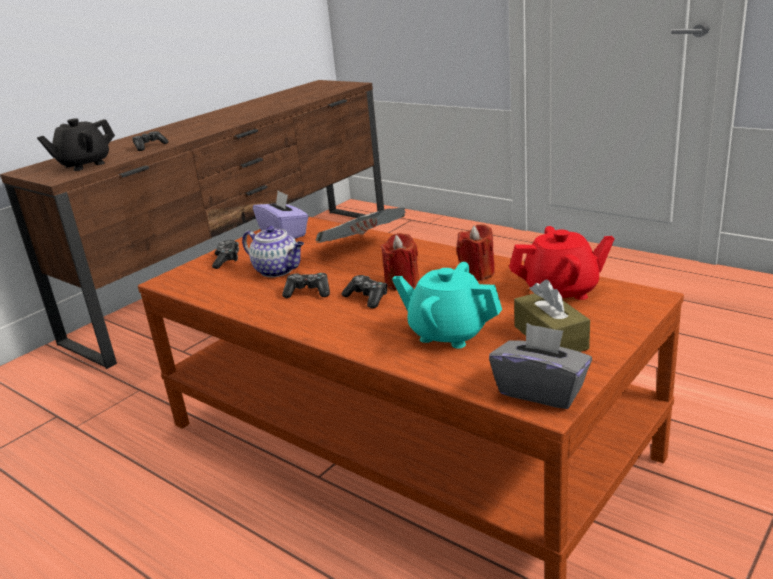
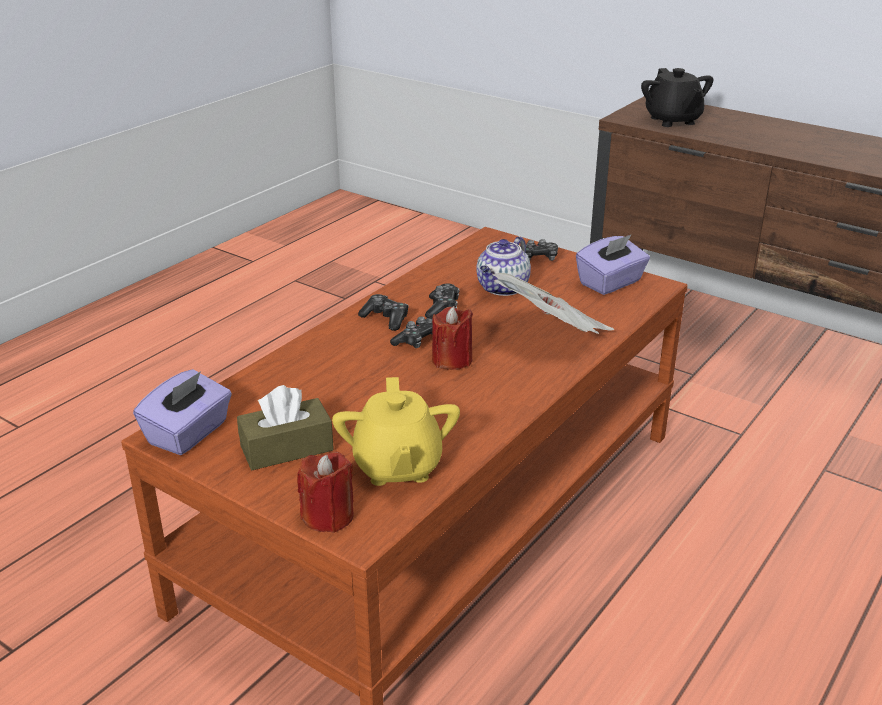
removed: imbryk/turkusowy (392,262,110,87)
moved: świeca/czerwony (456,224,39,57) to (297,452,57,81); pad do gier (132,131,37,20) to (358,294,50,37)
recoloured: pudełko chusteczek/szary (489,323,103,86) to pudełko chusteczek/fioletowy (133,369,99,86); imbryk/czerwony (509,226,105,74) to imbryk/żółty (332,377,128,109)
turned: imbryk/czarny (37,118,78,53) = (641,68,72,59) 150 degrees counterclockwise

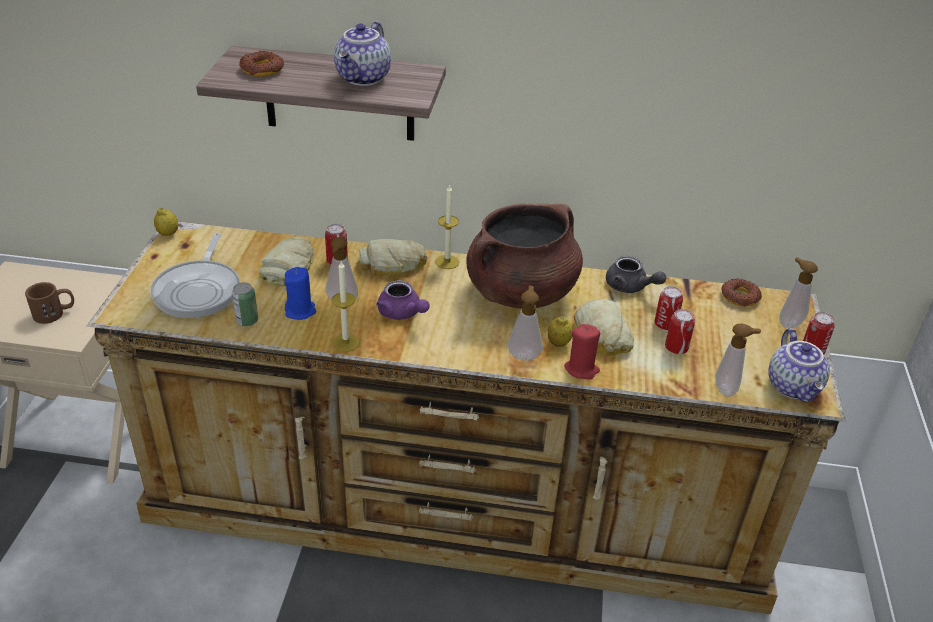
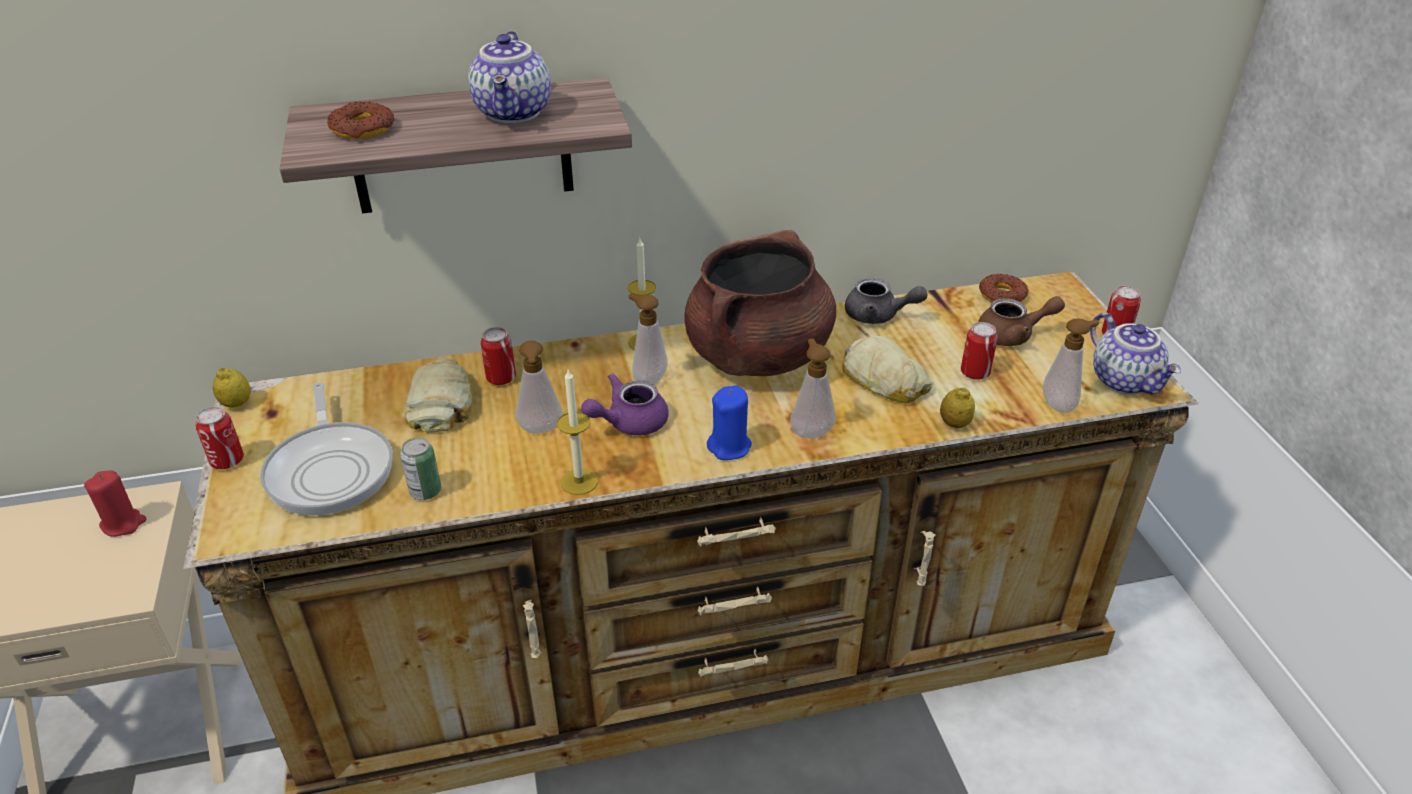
removed: kubek/brązowy (25,282,49,42); chleb (359,239,68,37)
added: imbryk/brązowy (978,296,87,50)
moved: świeca/czerwony (564,324,36,56) to (84,471,62,66); puszka (654,286,29,44) to (195,407,49,62); dozownik mydła (779,257,39,71) to (628,293,40,92); świeca/niebieski (284,267,32,53) to (707,385,45,75); cytryna (547,316,26,31) to (940,388,35,40)
turned: imbryk/fioletowy (376,280,54,40) = (581,373,88,62) 120 degrees clockwise

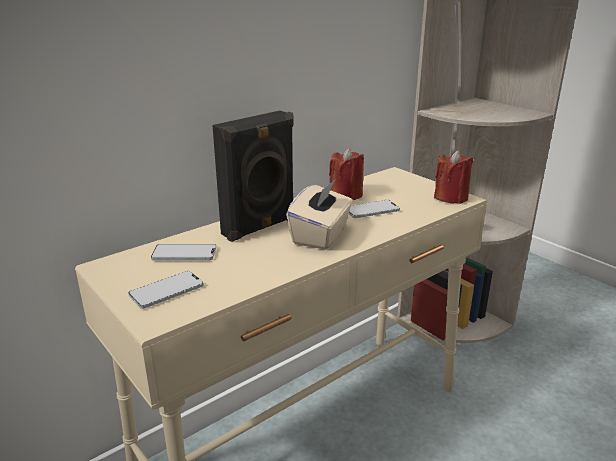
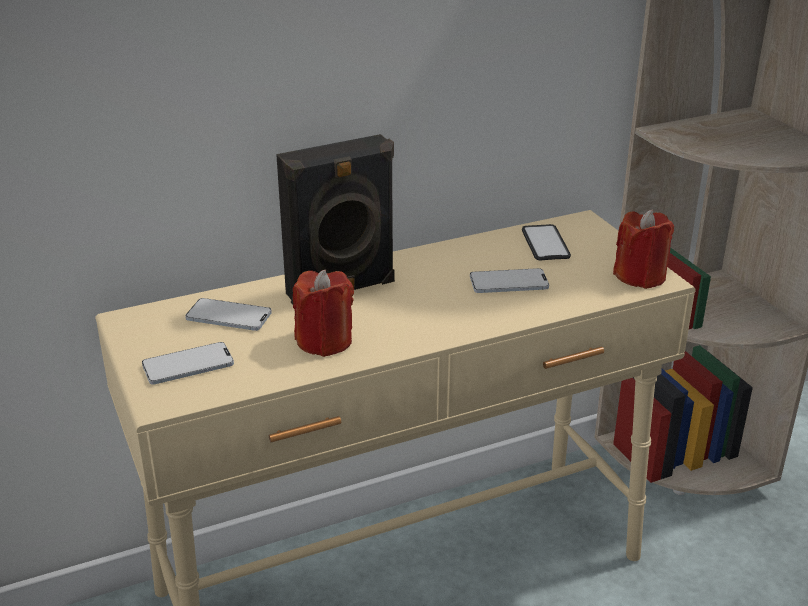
removed: pudełko chusteczek/beżowy (286,180,67,70)
added: telefon (522,224,49,36)
moved: świeca/czerwony (329,148,35,52) to (293,270,61,87)

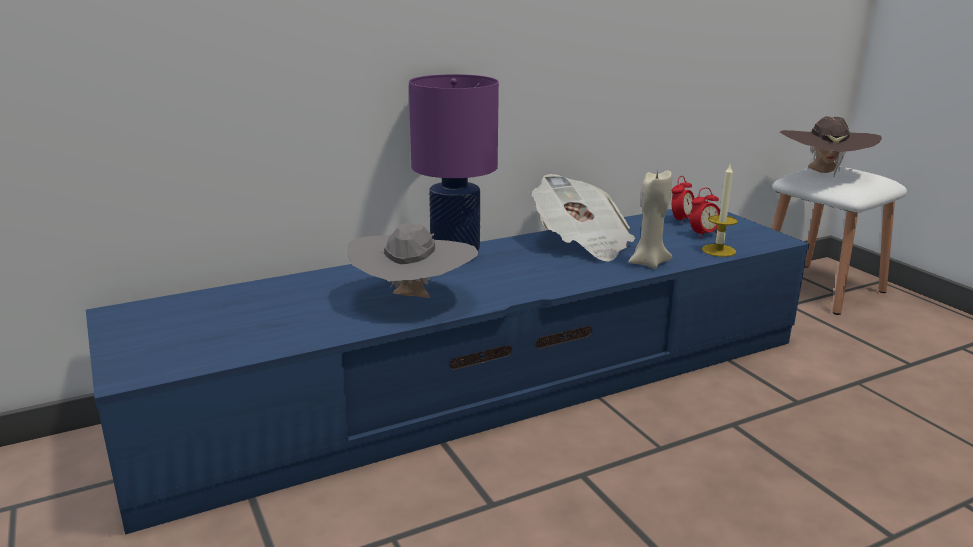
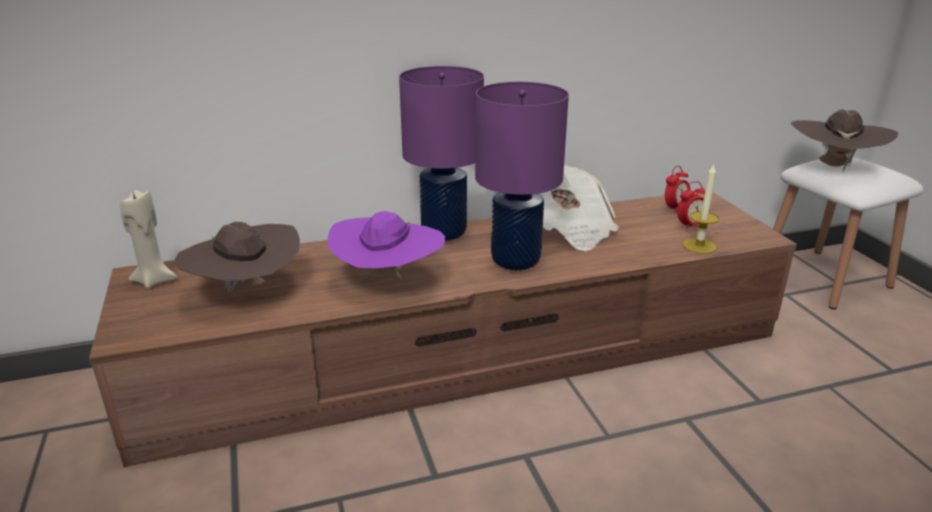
added: kapelusz/brązowy (175,222,125,73); lampa stołowa/fioletowy (475,82,94,189)
moved: świeca/beżowy (628,170,44,99) to (120,189,57,100)
recoloured: szafka pod telewizor/niebieski (86,208,723,327) to szafka pod telewizor/brązowy (89,192,708,275); kapelusz/szary (347,223,131,75) to kapelusz/fioletowy (328,211,117,70)

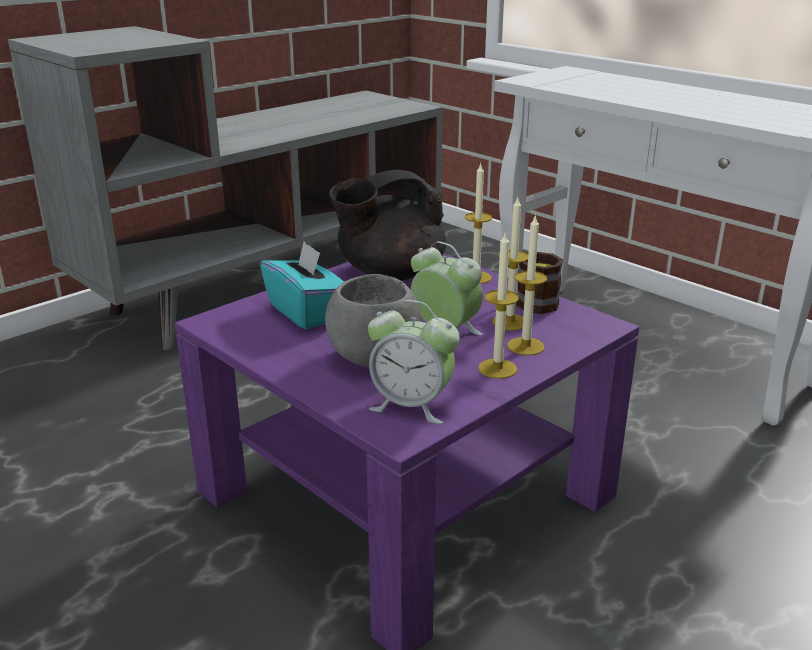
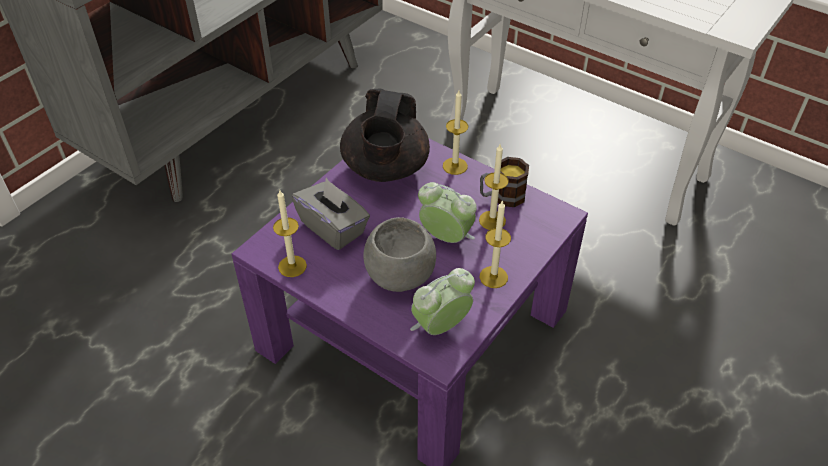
moved: świeca (507,214,40,141) to (273,190,34,87)
recoloured: pudełko chusteczek/turkusowy (260,242,84,87) to pudełko chusteczek/szary (292,178,78,72)
turned: imbryk/czarny (329,170,117,111) = (340,88,90,94) 45 degrees counterclockwise; budzik (368,300,92,124) = (410,268,65,67) 135 degrees clockwise

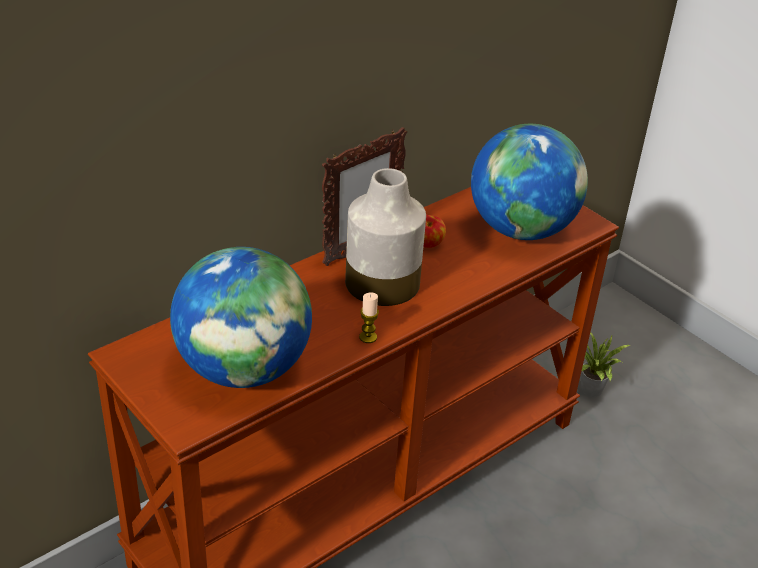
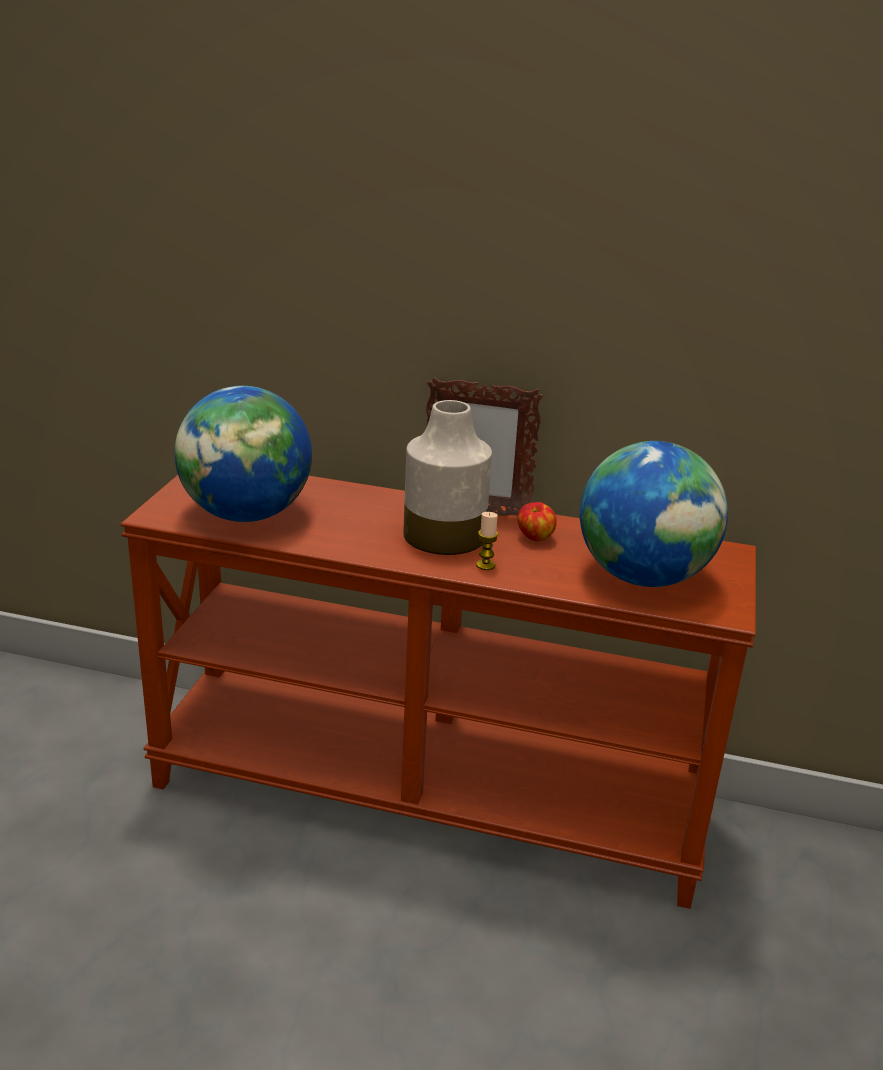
removed: roślina doniczkowa (581,332,49,65)
moved: świeca (359,292,20,51) to (476,512,22,58)

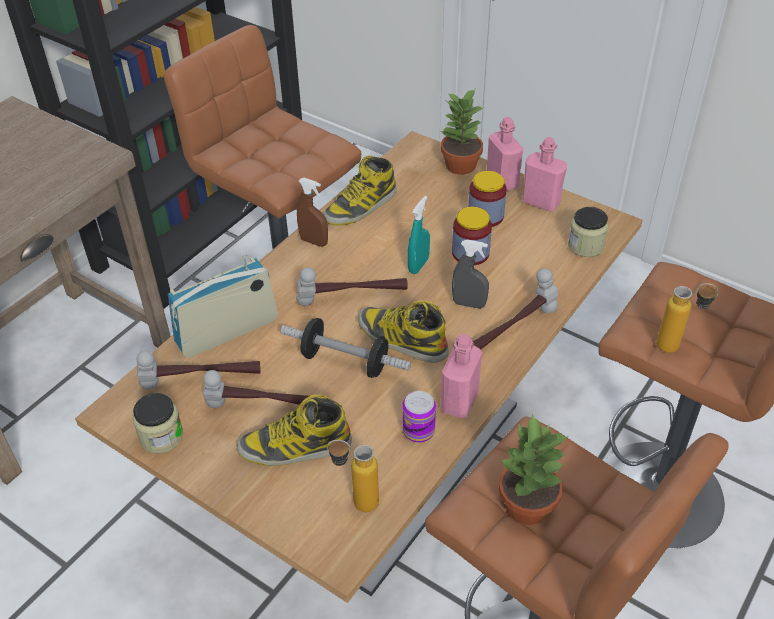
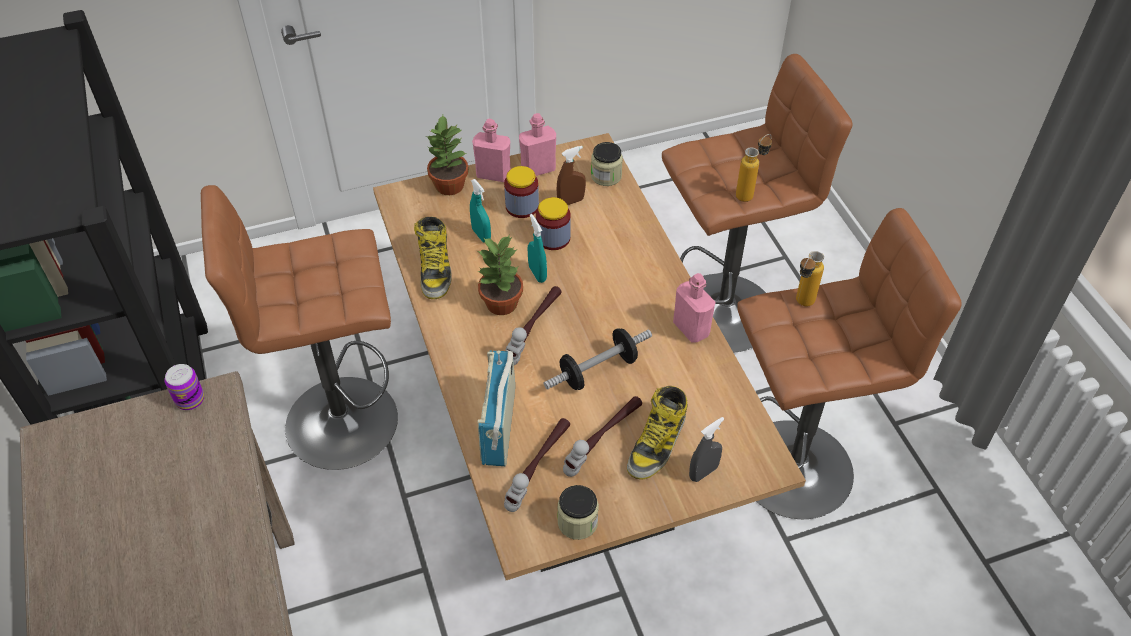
removed: but z cholewką (358,300,91,63); młotek (473,268,85,82)
added: spryskiwacz/turkusowy (470,179,21,64)
moved: puszka (402,391,34,52) to (164,364,40,46); roślina doniczkowa (499,414,70,111) to (477,235,46,80); spryskiwacz/brązowy (297,178,31,69) to (557,146,29,59); spryskiwacz/szary (452,240,37,69) to (689,417,35,65); butelka (327,440,52,72) to (796,251,28,55)

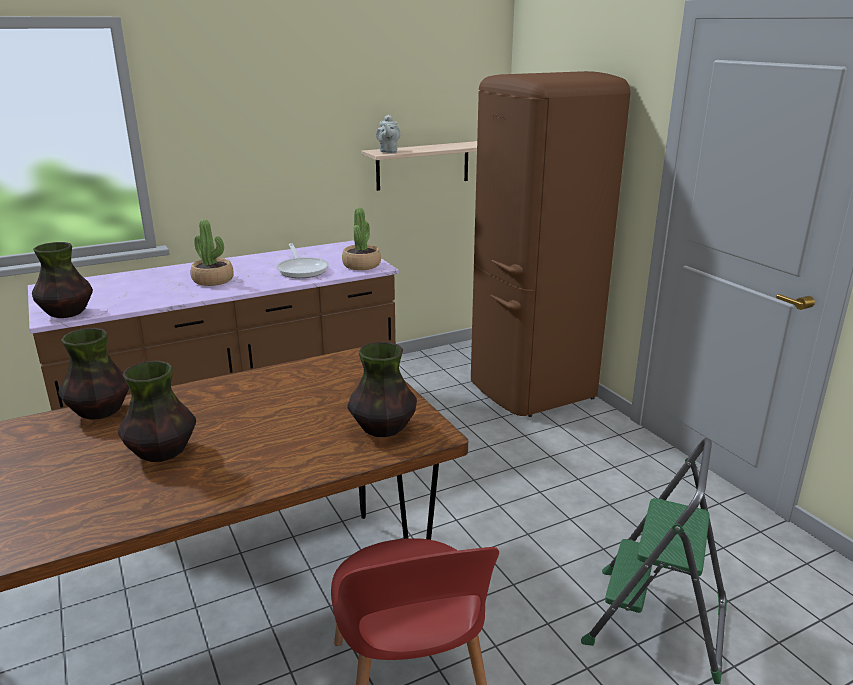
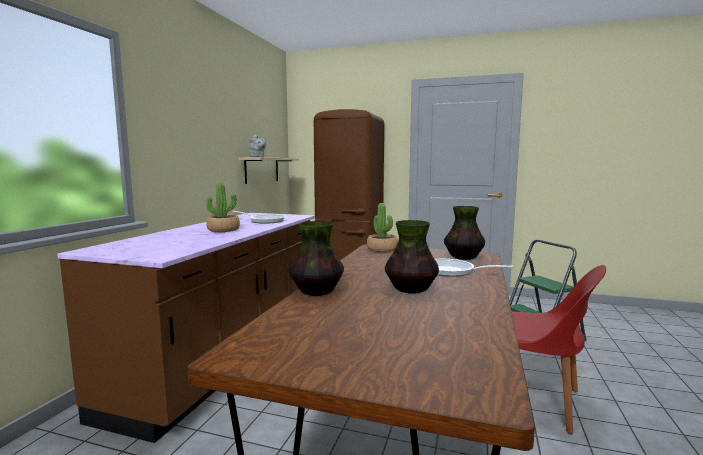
removed: wazon (32,242,61,76)
added: patelnia (435,259,78,18)
moved: roślina doniczkowa (342,207,39,63) to (367,203,31,49)

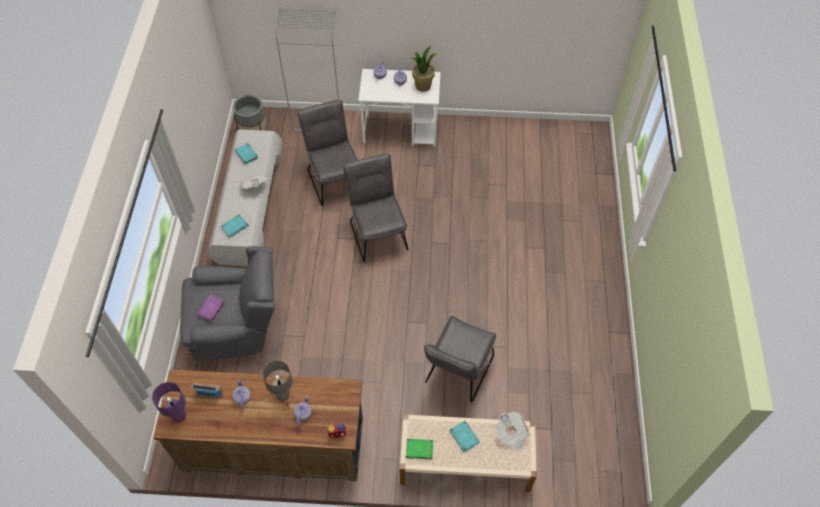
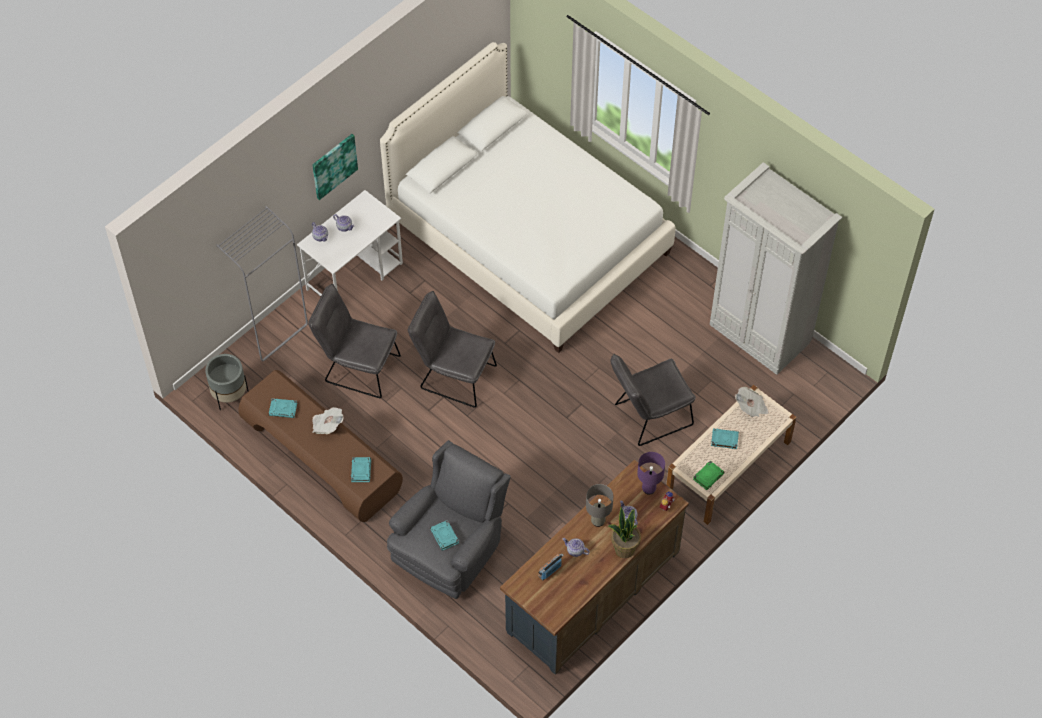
added: obraz (312,134,46,66); łóżko/biały (380,42,295,311); szafa/biały (710,162,132,212)
moved: roślina doniczkowa (411,46,26,46) to (608,506,33,52); lampa stołowa/fioletowy (152,382,34,40) to (637,452,28,42)
recoloured: ławka/szary (208,129,75,137) to ławka/brązowy (238,370,165,152); książka/fioletowy (197,295,28,27) to książka/turkusowy (430,520,29,31)
turned: krzesło/szary (424,316,73,87) = (610,354,86,92) 90 degrees clockwise

